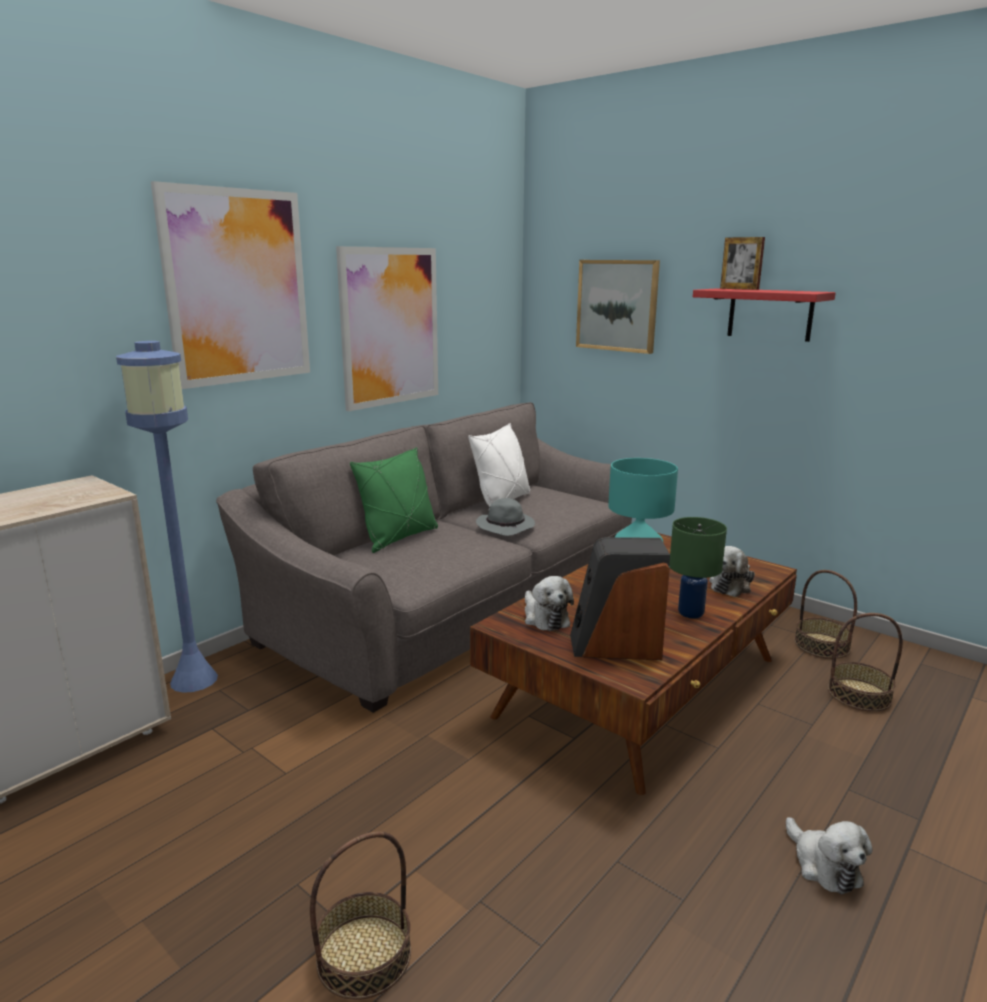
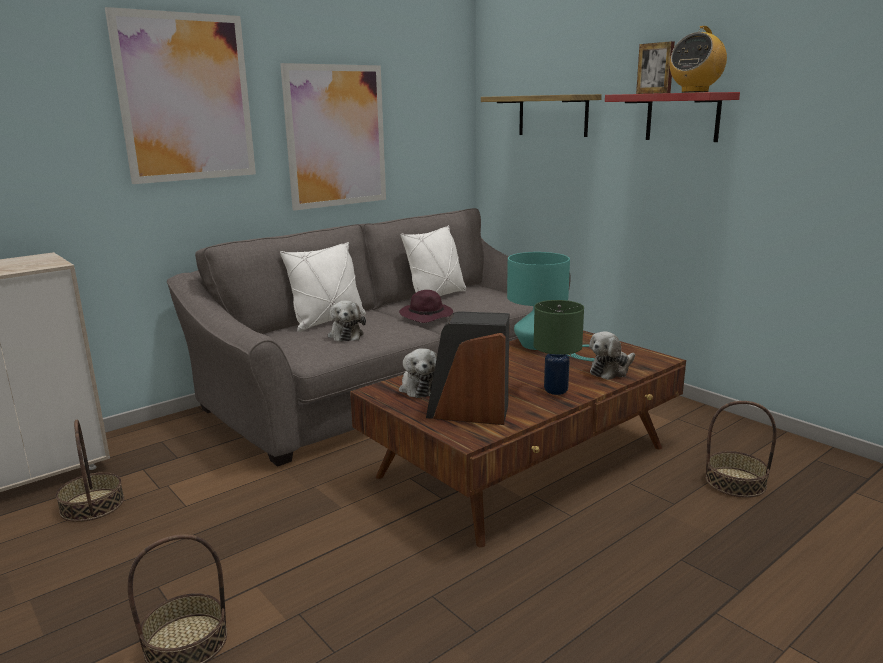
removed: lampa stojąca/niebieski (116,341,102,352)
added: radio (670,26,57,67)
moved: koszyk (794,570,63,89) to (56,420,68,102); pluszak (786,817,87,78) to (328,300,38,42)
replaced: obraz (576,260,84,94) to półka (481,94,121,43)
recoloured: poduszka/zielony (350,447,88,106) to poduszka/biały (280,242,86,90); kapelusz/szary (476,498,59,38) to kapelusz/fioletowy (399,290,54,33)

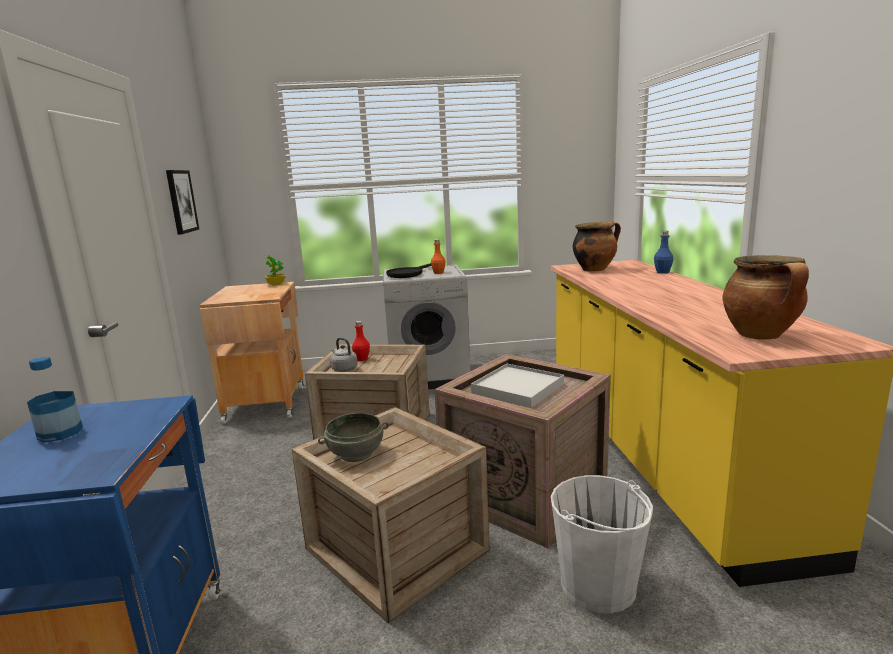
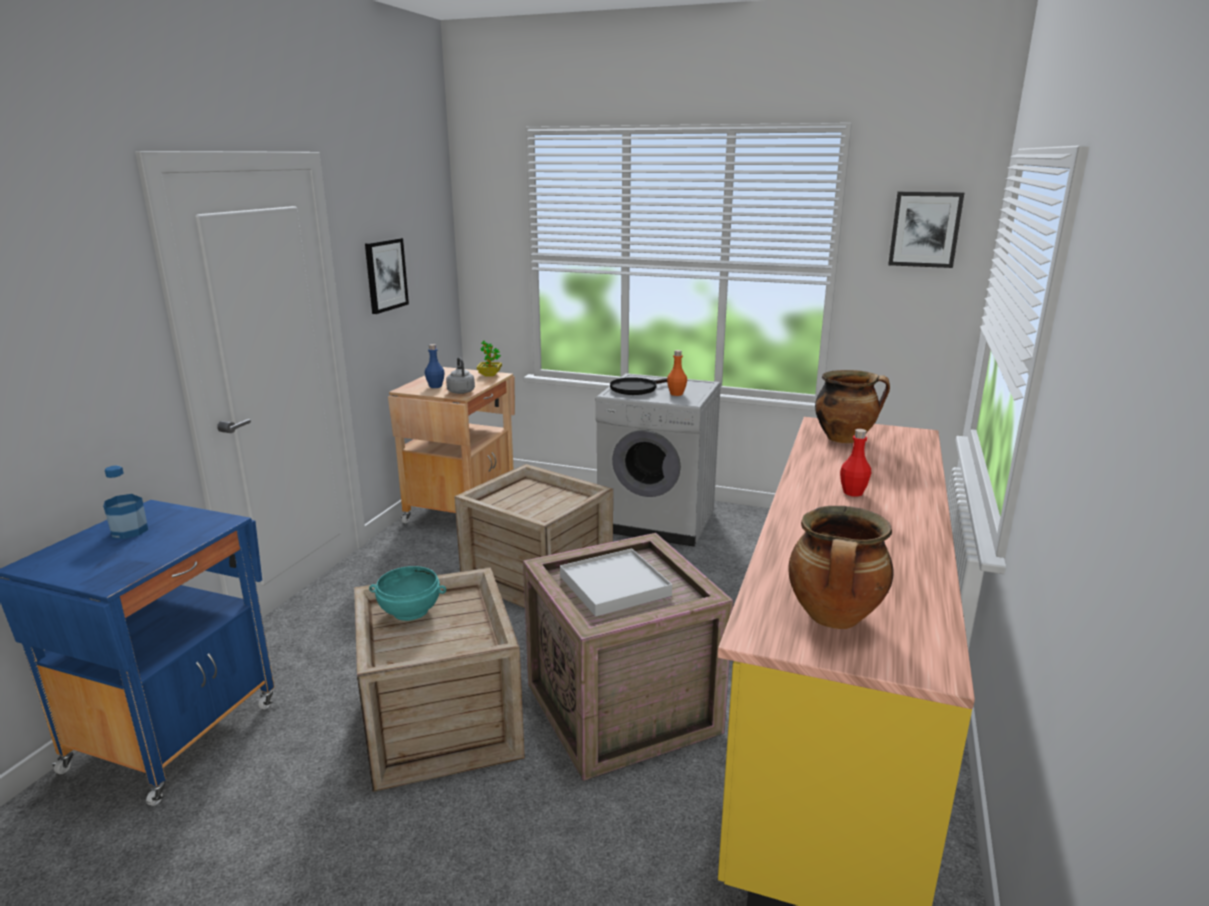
removed: wiadro/biały (551,475,102,138)
added: obraz (888,192,76,76)
moved: butelka/niebieski (654,231,20,43) to (425,344,20,44); czajnik/szary (330,337,28,35) to (446,357,29,37); butelka/czerwony (352,321,18,40) to (840,429,31,68)
recoloured: miska/szary (318,413,71,49) to miska/turkusowy (369,566,77,55)

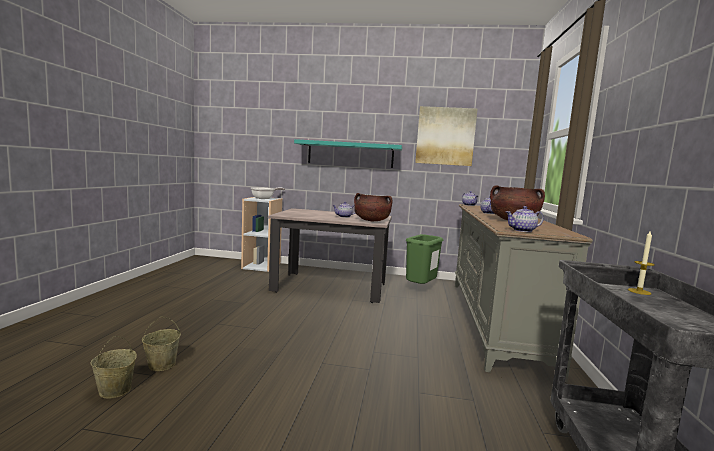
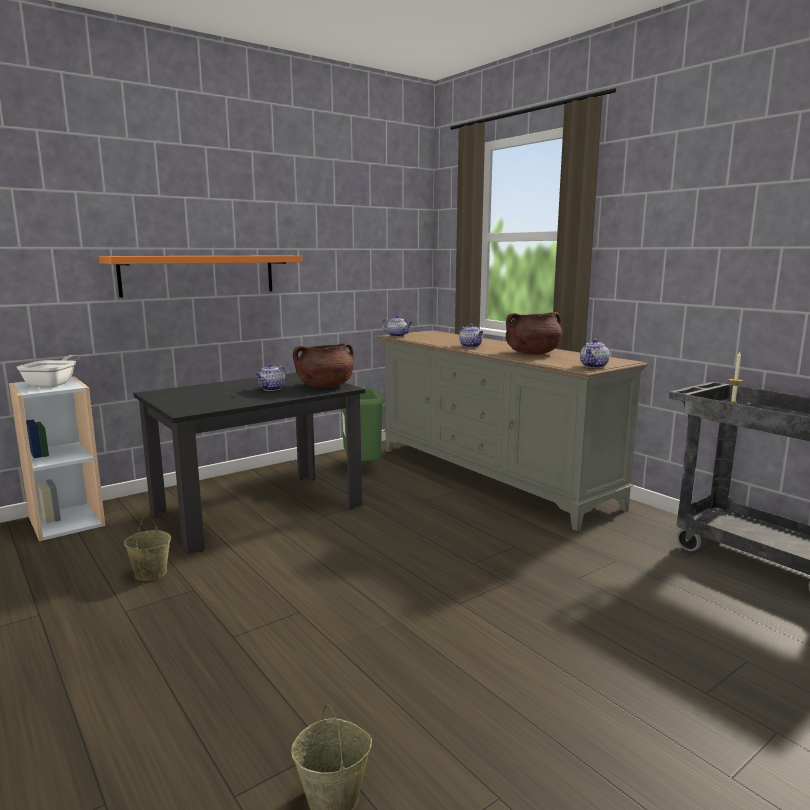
removed: obraz (415,106,63,60)
moved: wiadro/beżowy (142,316,39,55) to (124,516,47,65)
recoloured: półka/turkusowy (294,139,108,29) to półka/pomarańczowy (98,256,204,42); stół jadalny/beżowy (268,208,124,95) to stół jadalny/czarny (133,373,232,181)

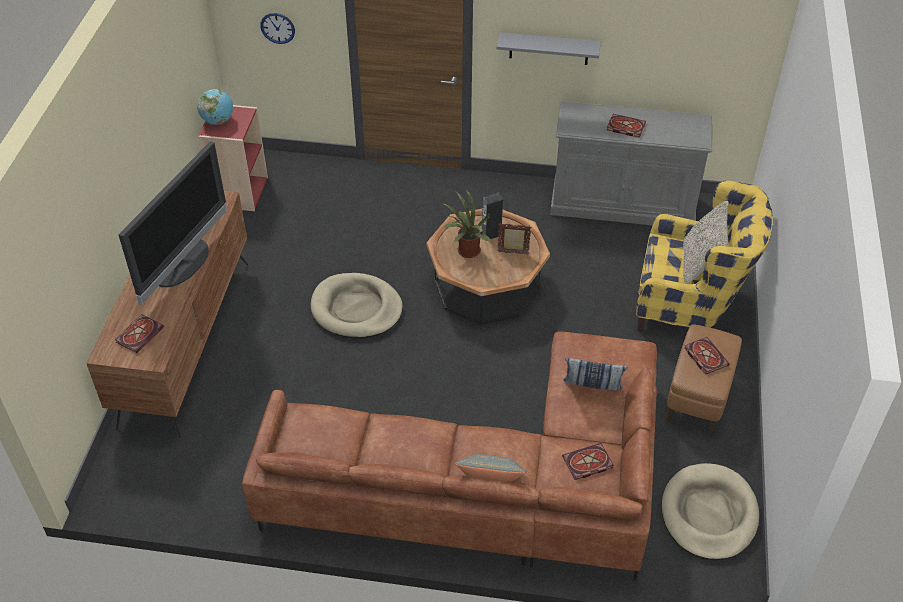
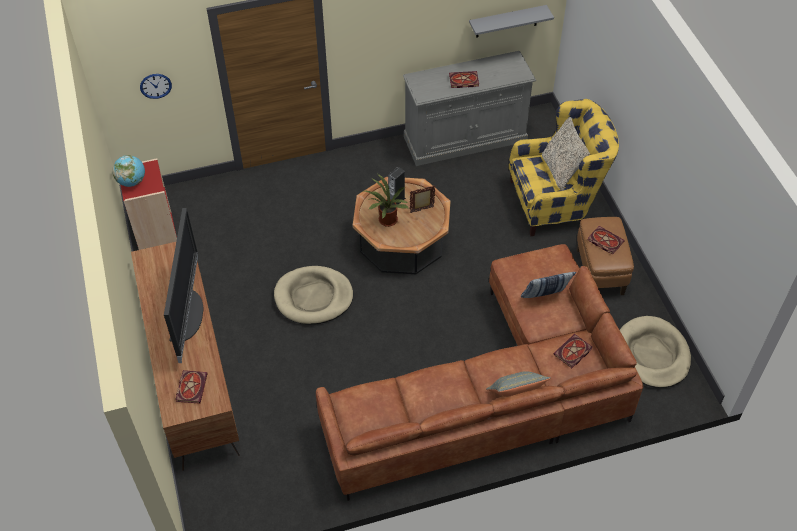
moved: półka/szary (496,32,105,33) to (469,5,85,33)

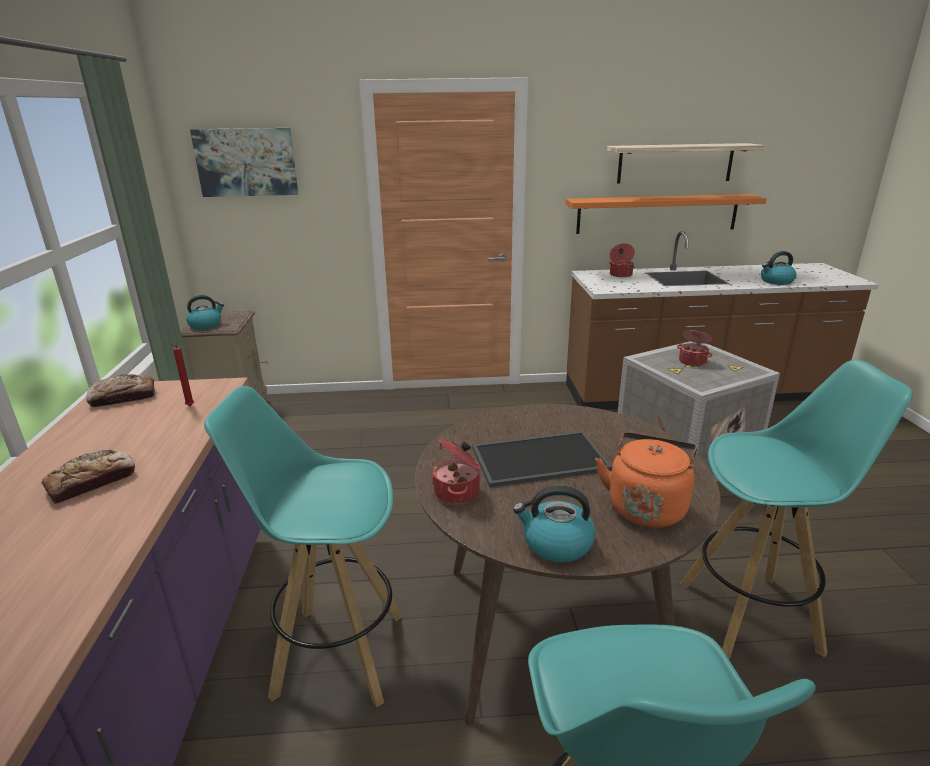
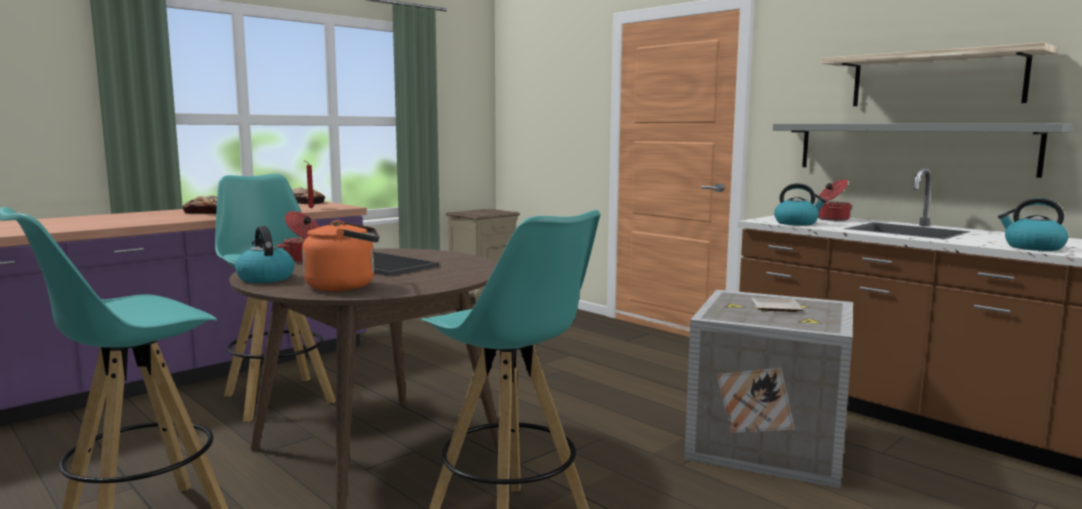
removed: obraz (190,128,108,69)
moved: czajnik (186,295,38,35) to (774,183,53,43)
replaced: garnek (677,329,36,37) to talerz (751,297,53,15)
recoloured: półka/pomarańczowy (565,194,202,40) to półka/szary (773,123,300,55)

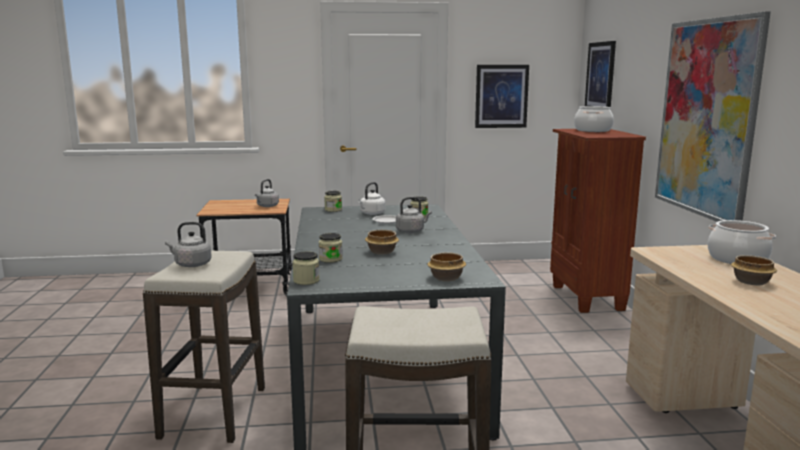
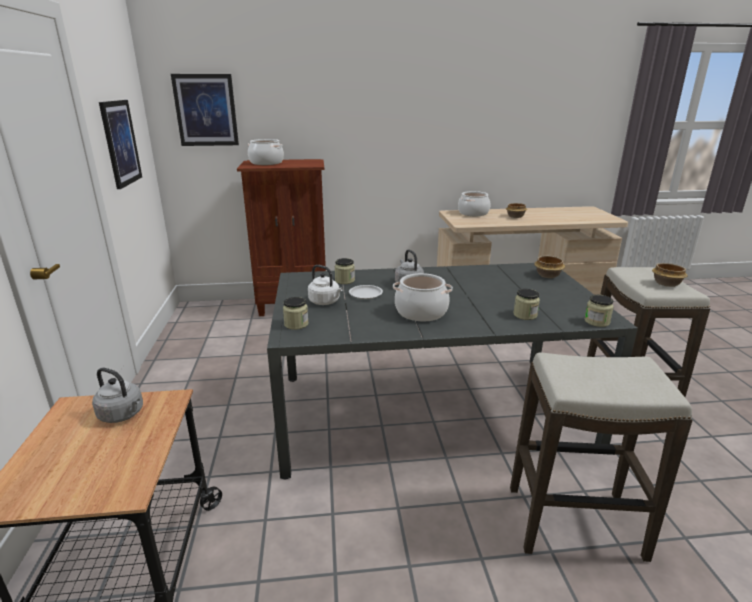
removed: czajnik/szary (165,222,47,45); obraz (655,11,116,211)
added: garnek (393,273,60,48)
moved: miska (365,230,34,25) to (652,263,35,24)

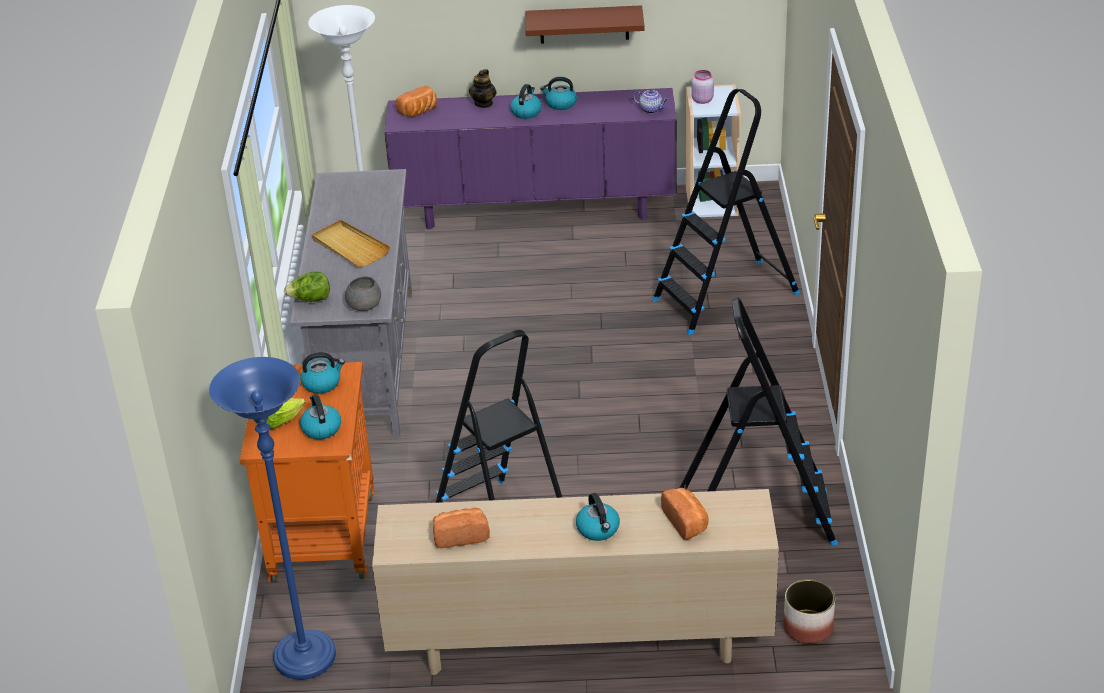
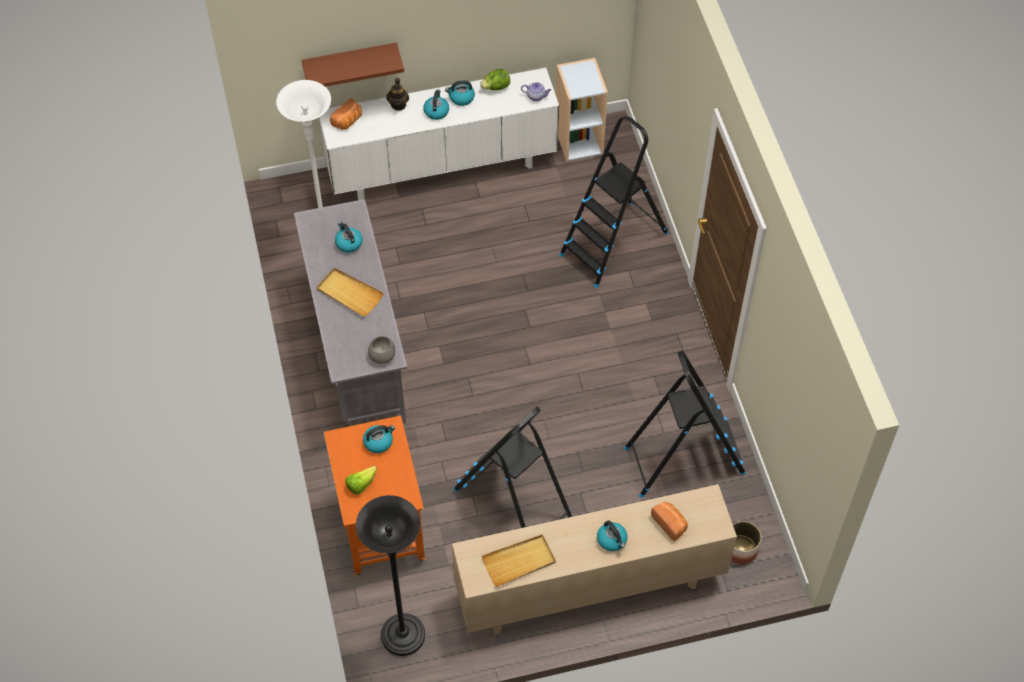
removed: słoik/różowy (691,70,23,34)
moved: półka/brązowy (526,5,118,38) to (301,43,103,44); czajnik (300,395,41,44) to (335,222,28,31); sałata (284,271,46,31) to (480,69,30,21)
replaced: chleb (433,508,57,40) to taca/beżowy (482,534,74,53)
recoloured: szafka/fioletowy (384,88,293,141) to szafka/biały (319,68,240,132); lampa stojąca/niebieski (209,357,127,323) to lampa stojąca/czarny (356,495,69,161)

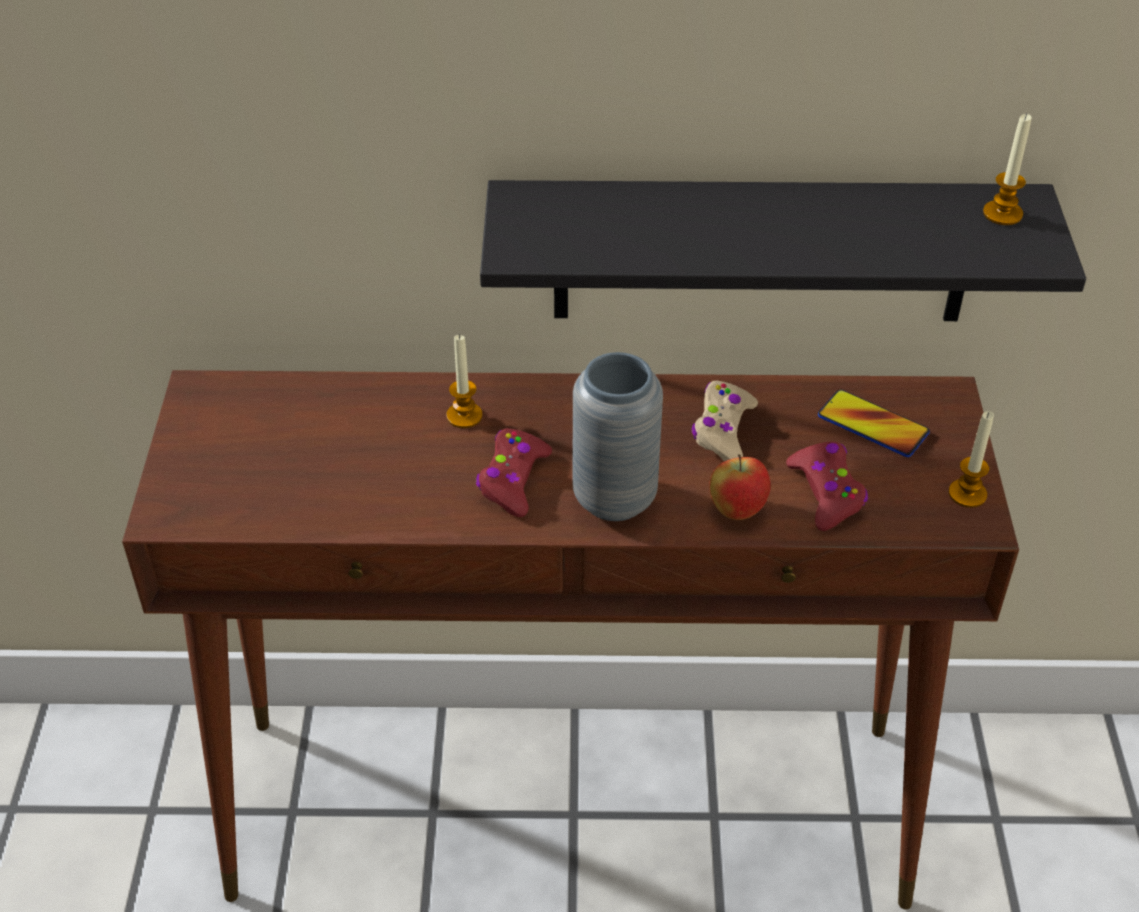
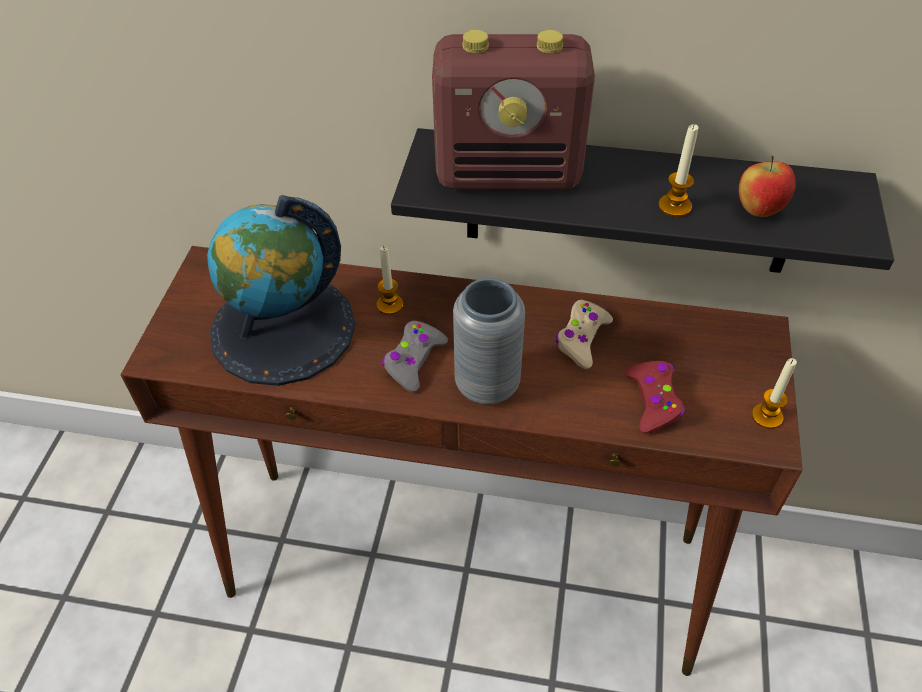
removed: telefon (818,390,112,67)
added: globus (207,195,148,191); radio (432,30,163,160)
moved: świeca (983,113,49,112) to (658,124,41,93); jabłko (709,454,62,66) to (739,156,57,61)
recoloured: pad do gier/czerwony (476,428,76,89) to pad do gier/szary (382,321,66,71)

